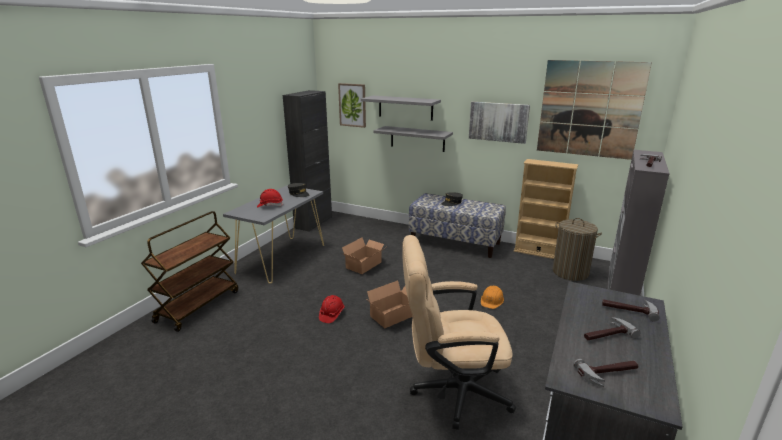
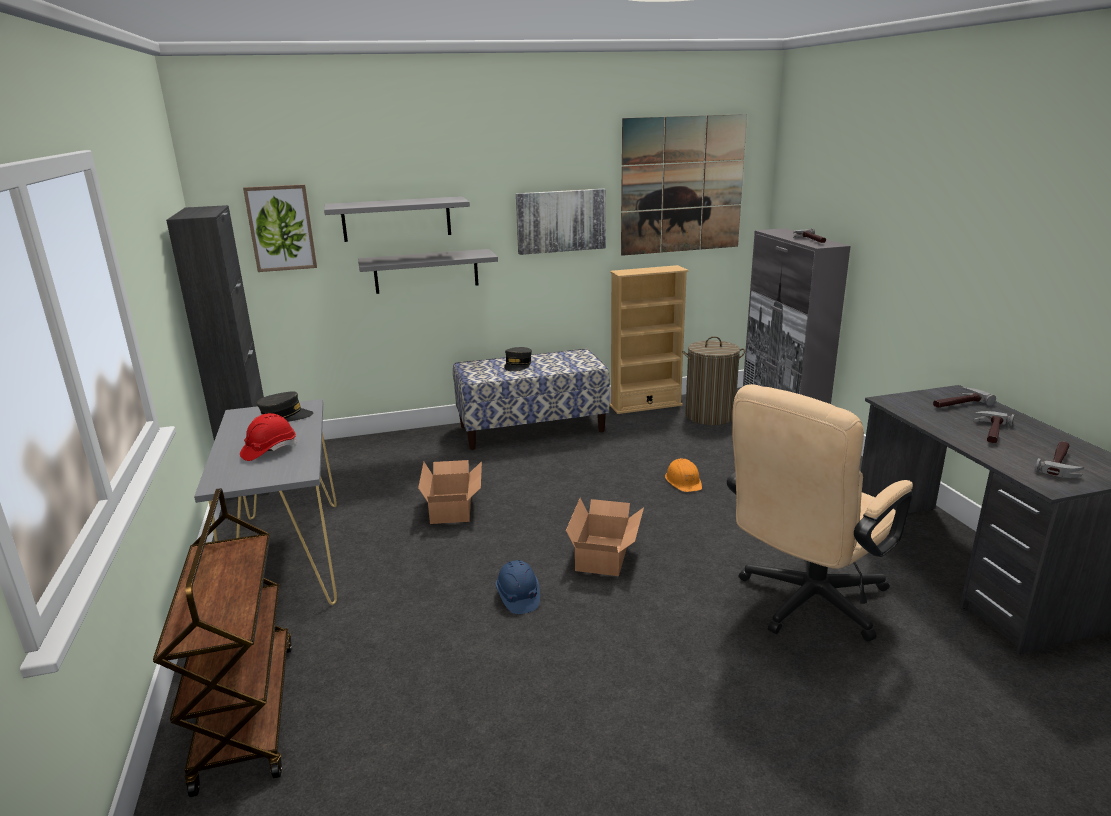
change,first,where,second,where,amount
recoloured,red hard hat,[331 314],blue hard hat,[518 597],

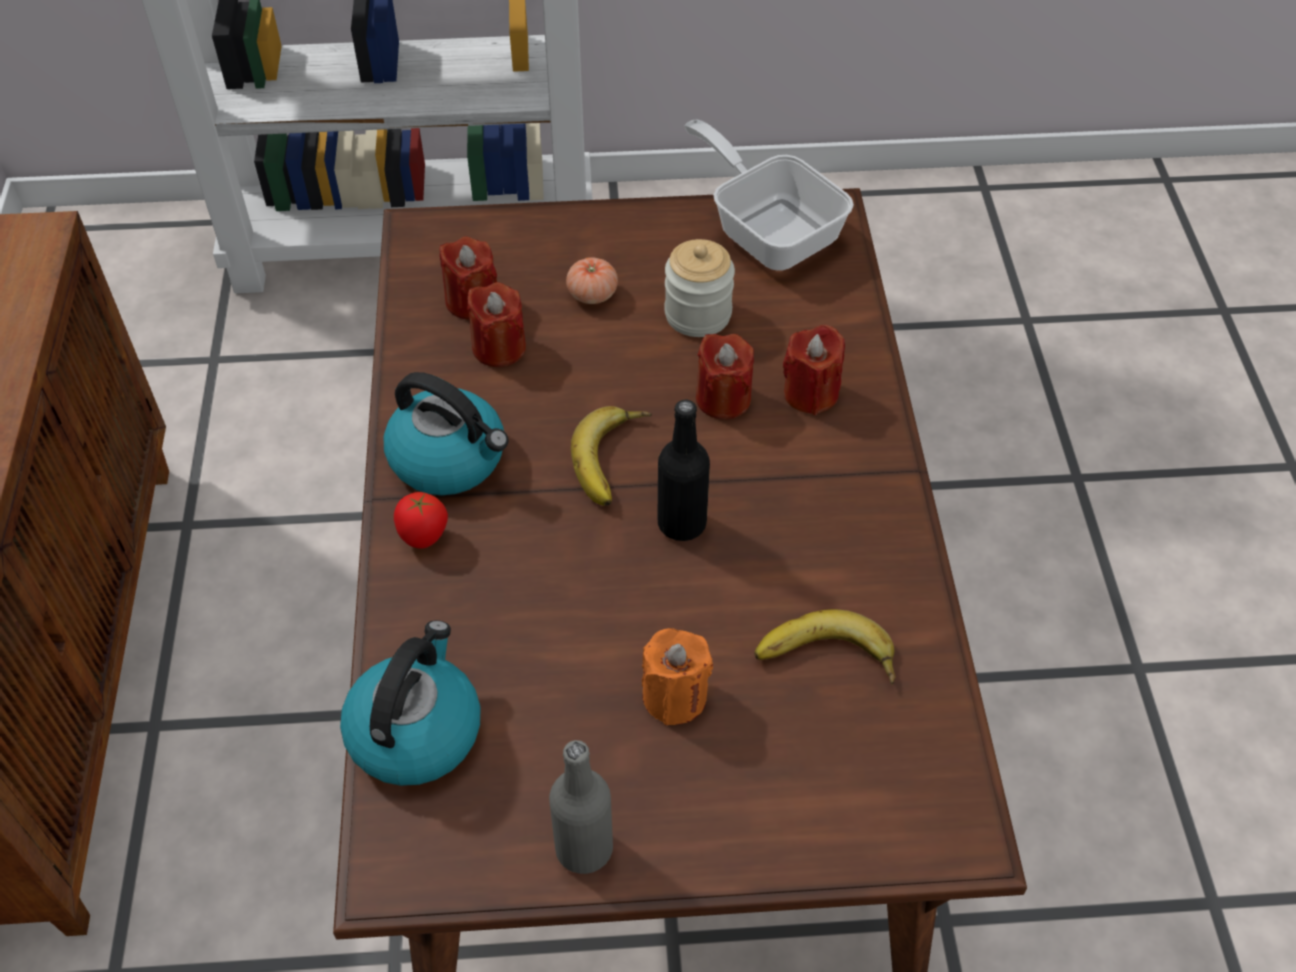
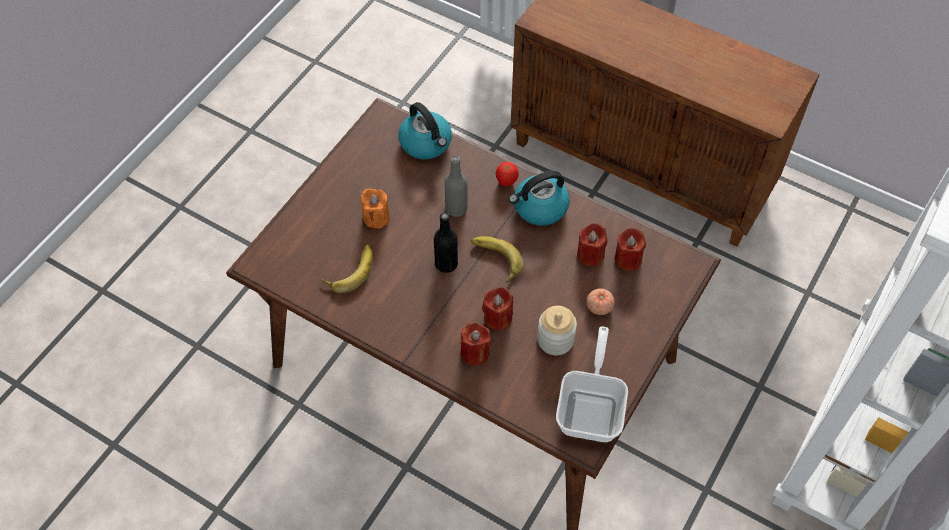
change,first,where,second,where,amount
moved,grey bottle,[584 848],,[456 208],
turned,frying pan,[768 229],,[592 407],75 degrees counterclockwise

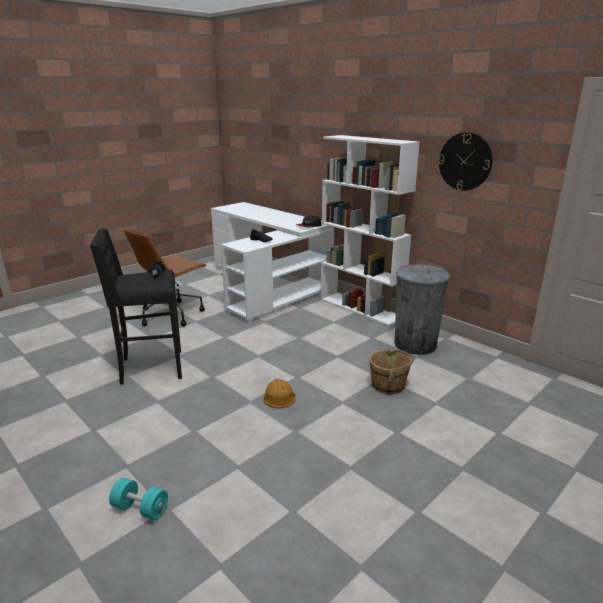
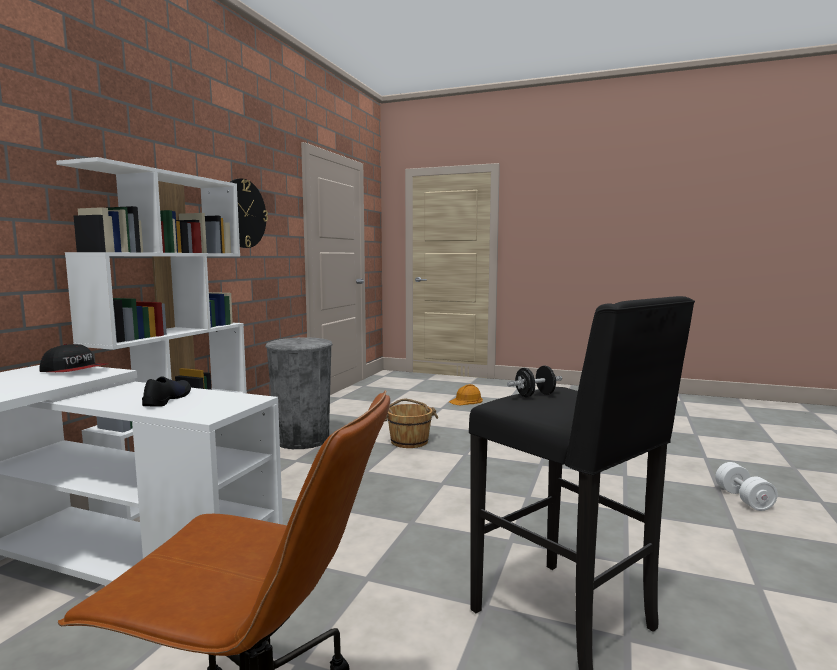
change,first,where,second,where,amount
recoloured,turquoise dumbbell,[140 509],white dumbbell,[743 499],
moved,orange hard hat,[278 396],,[466 401],

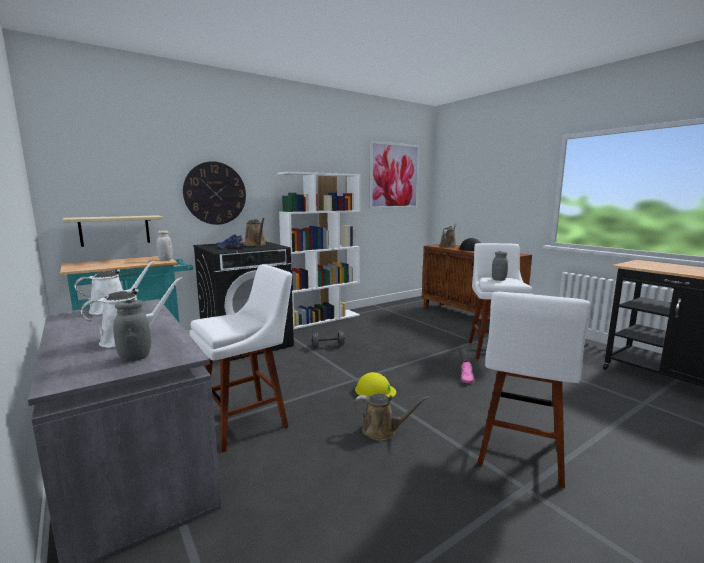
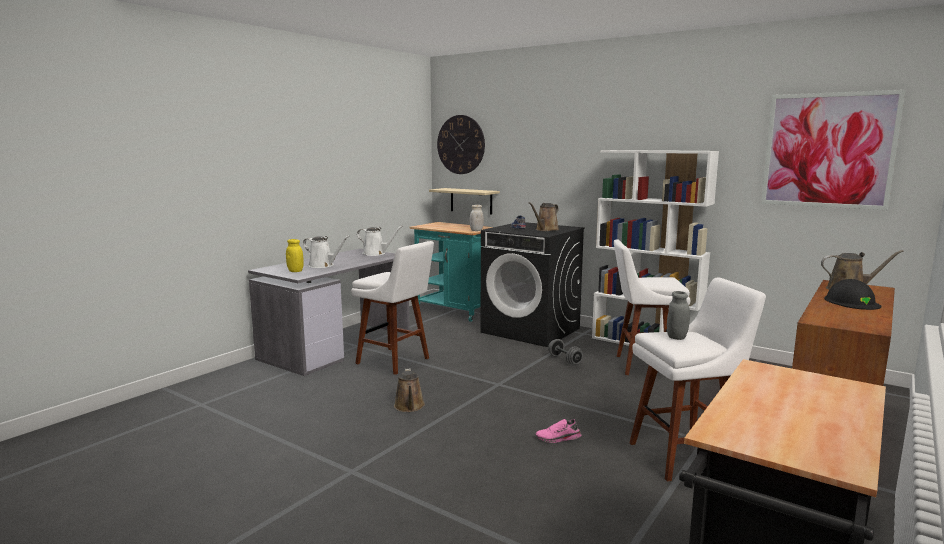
change,first,where,second,where,amount
recoloured,grey jar,[135 358],yellow jar,[295 271],
moved,wall clock,[215 193],,[461 144],
removed,yellow hard hat,[375 390],,,
moved,white stool,[520 456],,[643 365],

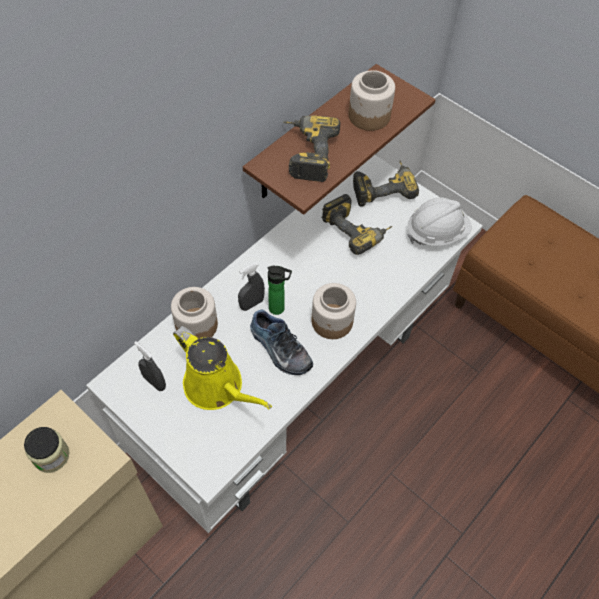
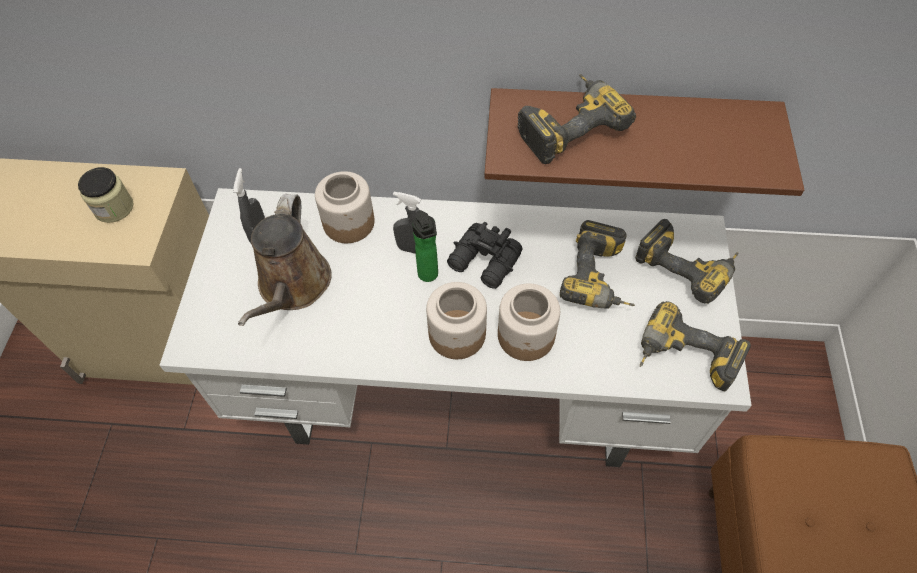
change,first,where,second,where,amount
recoloured,yellow watering can,[217 387],brown watering can,[292 286],
removed,shoe,[279 349],,,
moved,jar,[370 116],,[526 336],
replaced,white hard hat,[436 233],power drill,[683 361],
added,,,black binoculars,[485 263],

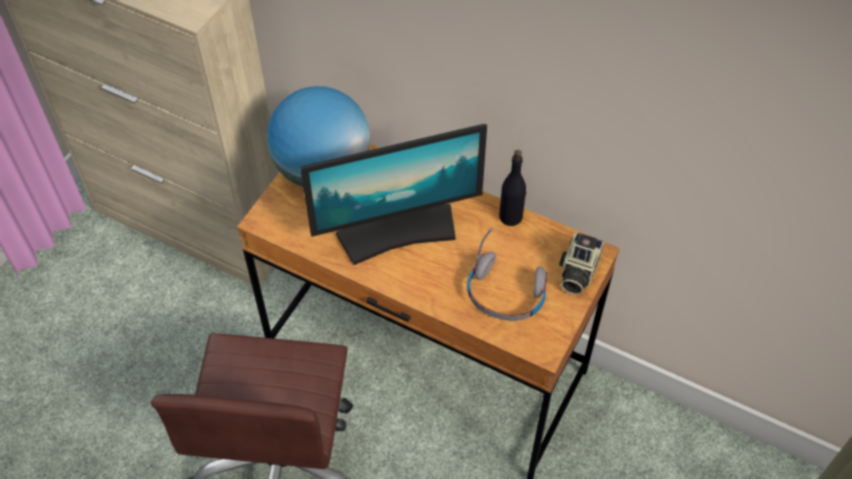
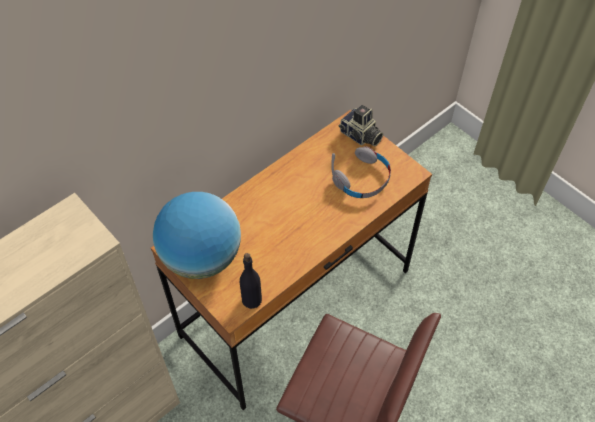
change,first,where,second,where,amount
removed,monitor,[397 231],,,
moved,black bottle,[511 216],,[251 299],

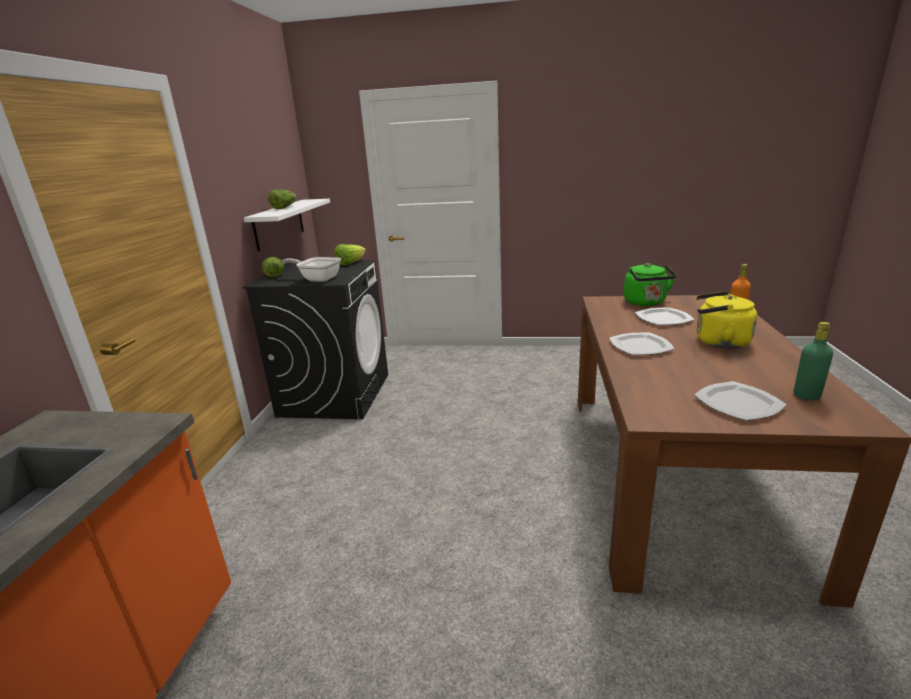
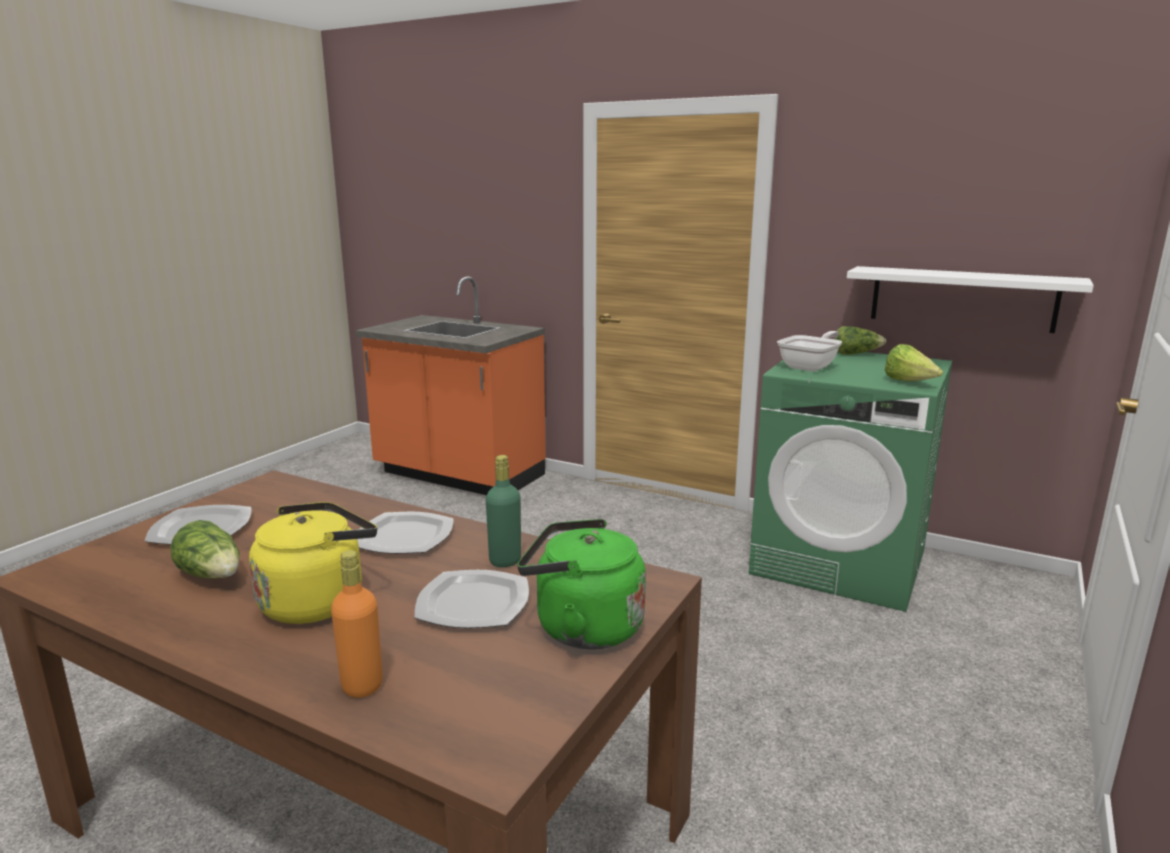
change,first,where,second,where,amount
recoloured,black washing machine,[335 394],green washing machine,[840 562],
moved,lettuce,[284 208],,[213 575],
moved,green bottle,[806 396],,[505 561],

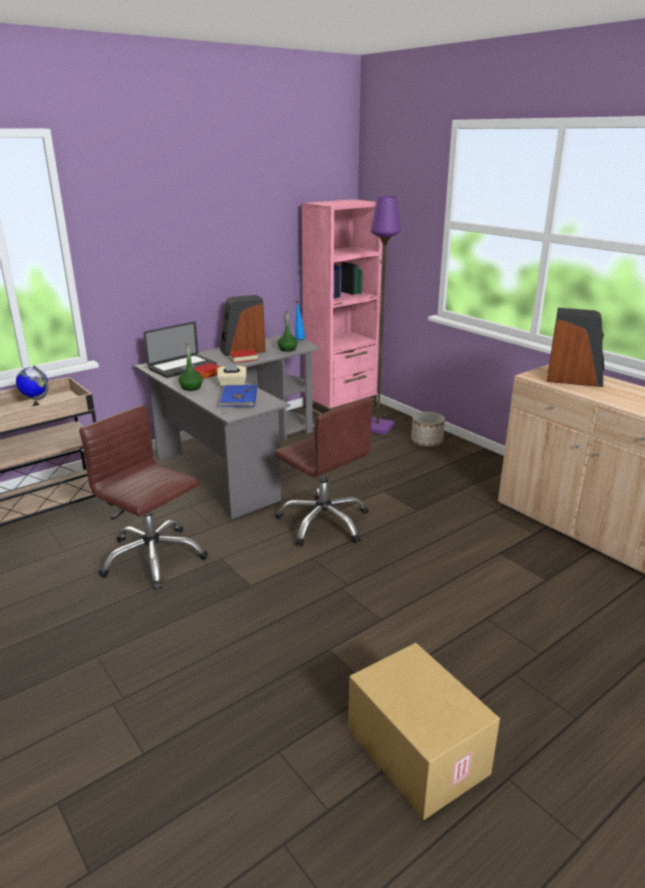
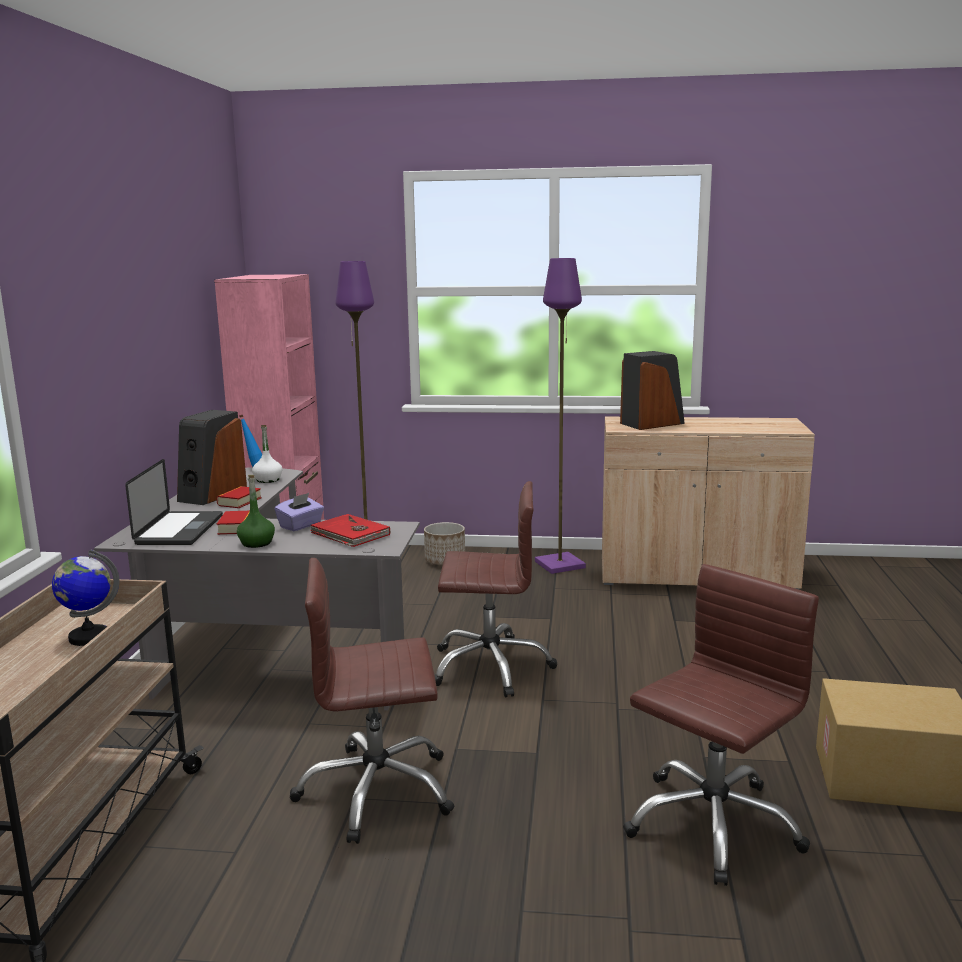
change,first,where,second,where,amount
recoloured,beige tissue box,[232 384],purple tissue box,[301 526],
recoloured,blue book,[238 398],red book,[349 534],
recoloured,green bottle,[287 349],white bottle,[268 480],
added,,,purple floor lamp,[560 564],
added,,,brown office chair,[712 824],

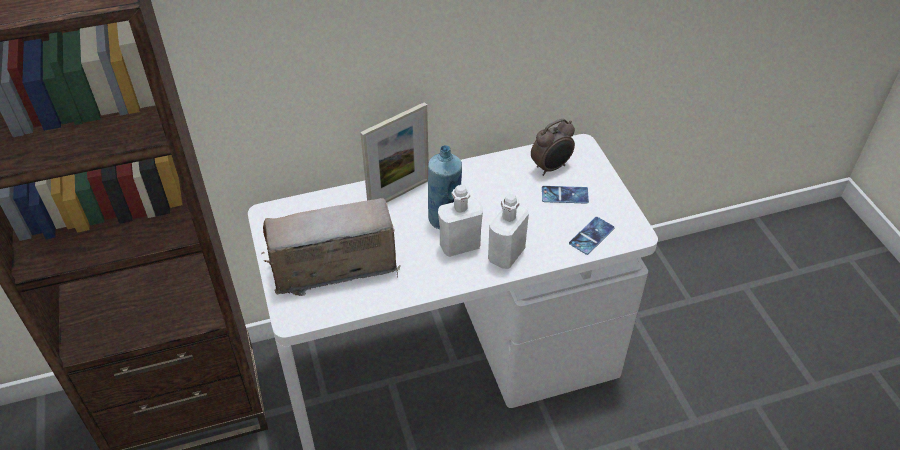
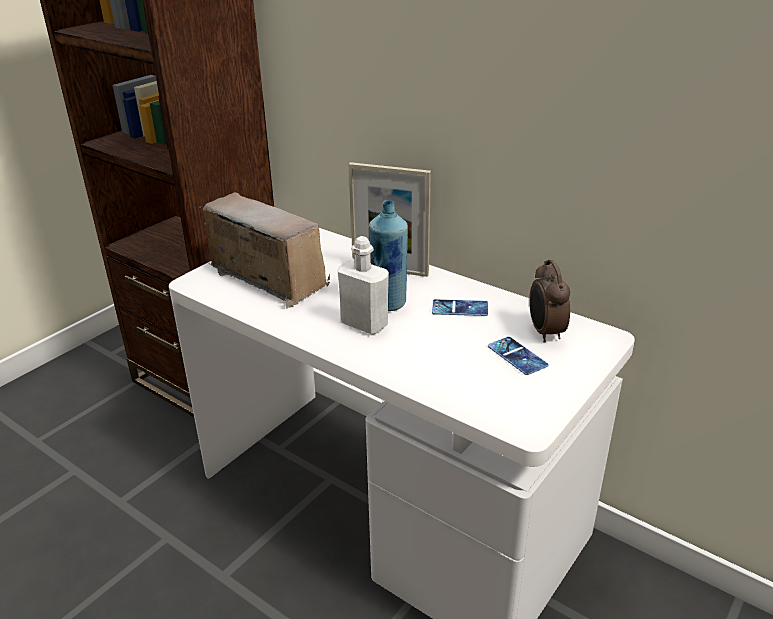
change,first,where,second,where,amount
removed,white bottle,[506 255],,,
turned,alarm clock,[551 168],,[544 332],60 degrees clockwise
moved,phone,[591 236],,[460 308],

